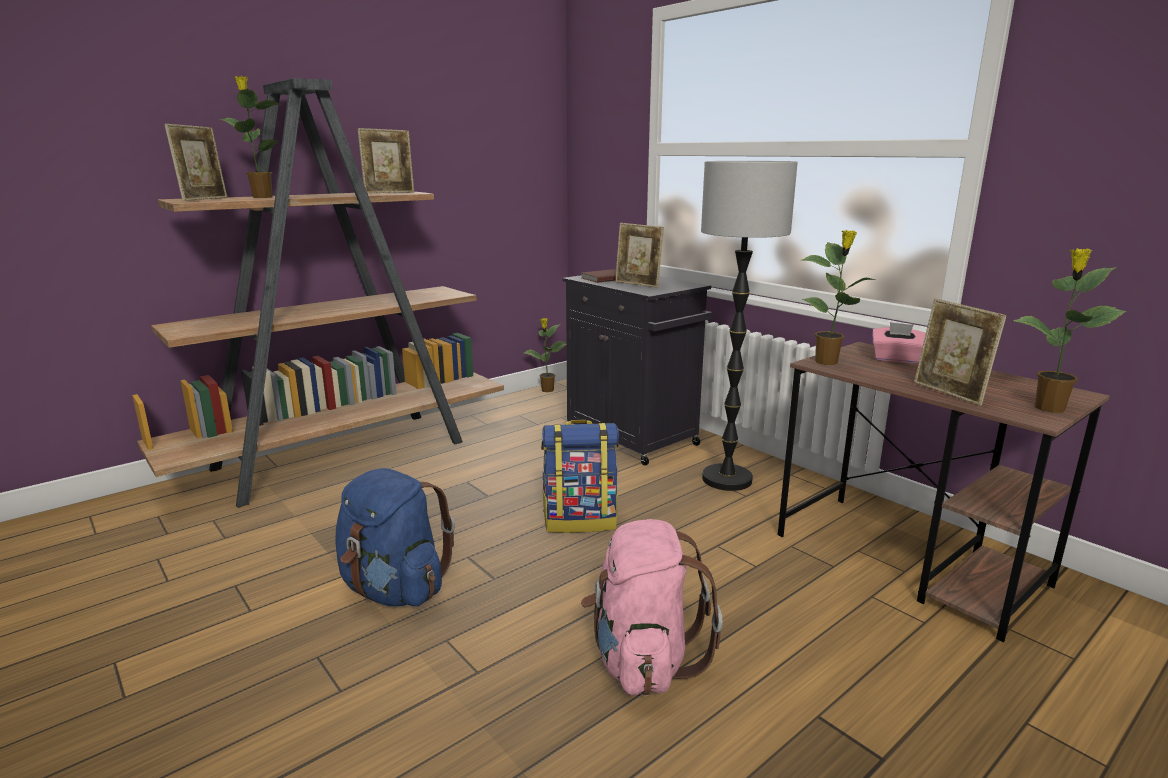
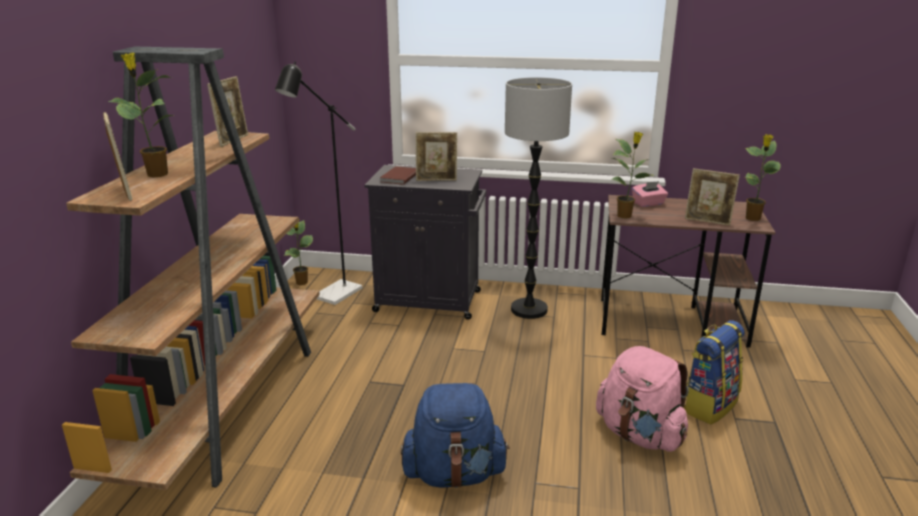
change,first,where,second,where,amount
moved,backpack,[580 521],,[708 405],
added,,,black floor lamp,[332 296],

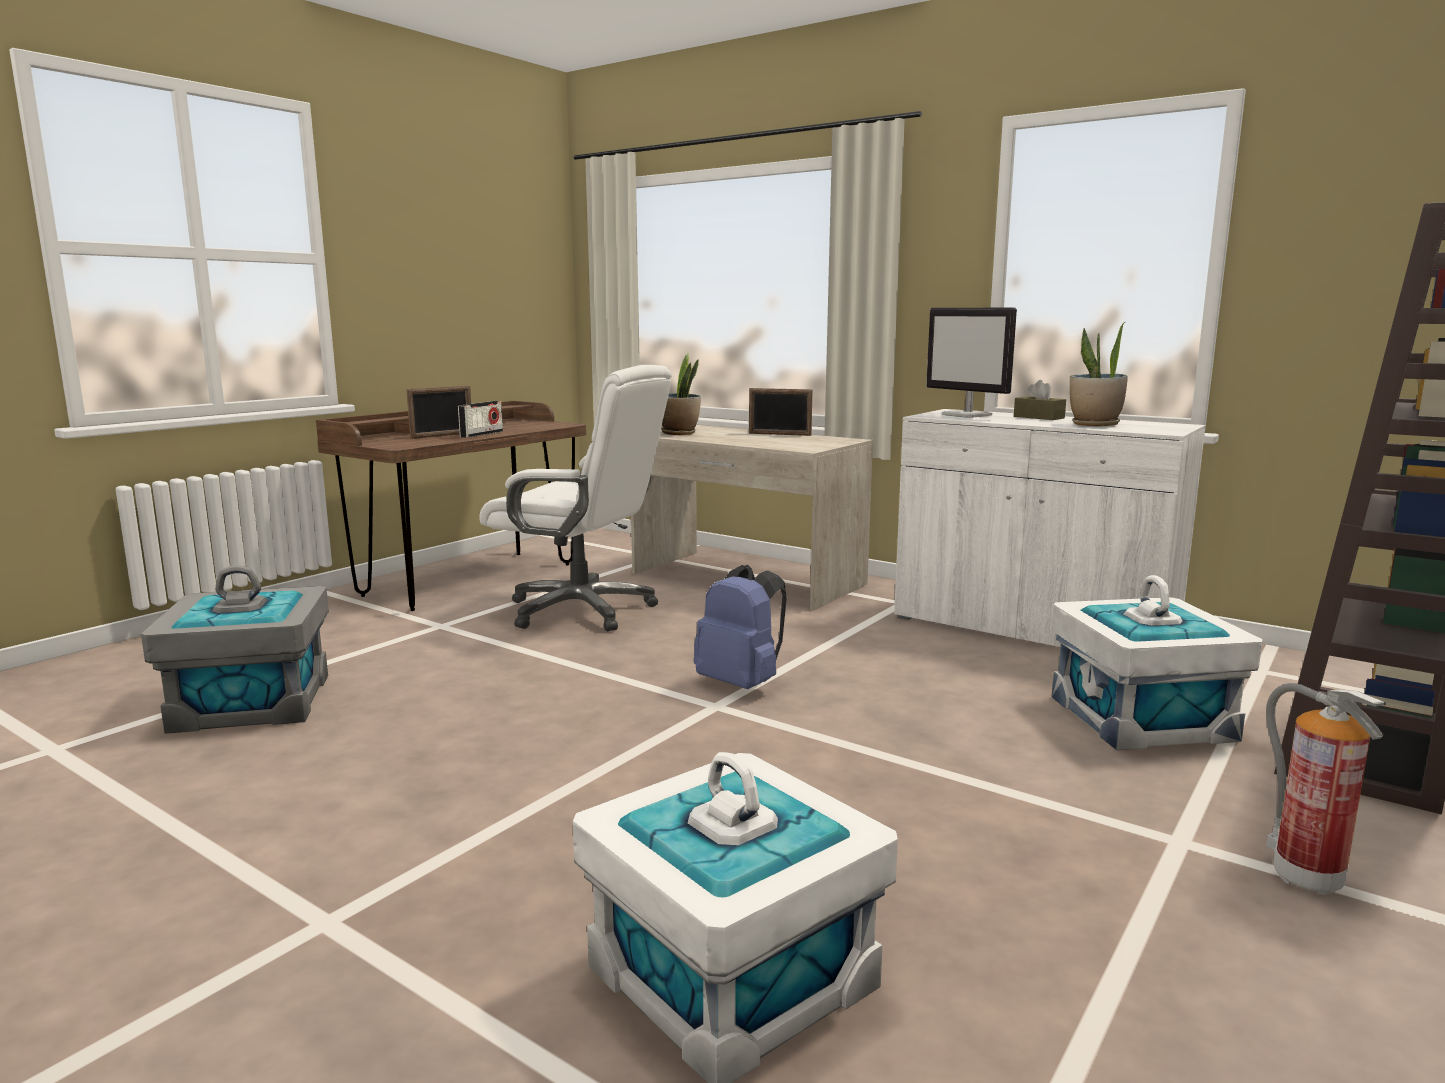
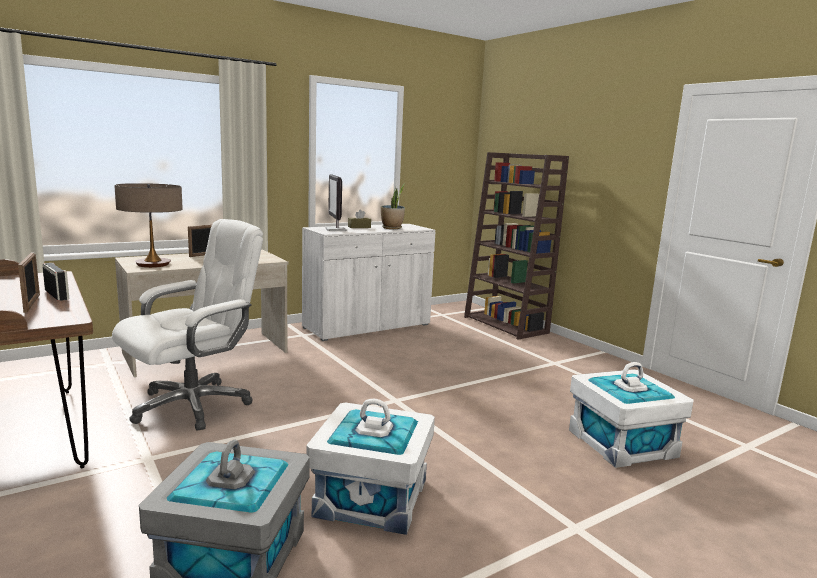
change,first,where,second,where,amount
replaced,potted plant,[679 433],table lamp,[153 264],
removed,blue backpack,[742 683],,,
turned,monitor,[968 415],,[336 230],90 degrees clockwise
moved,white storage box,[1142 718],,[372 497],
removed,fire extinguisher,[1304 877],,,

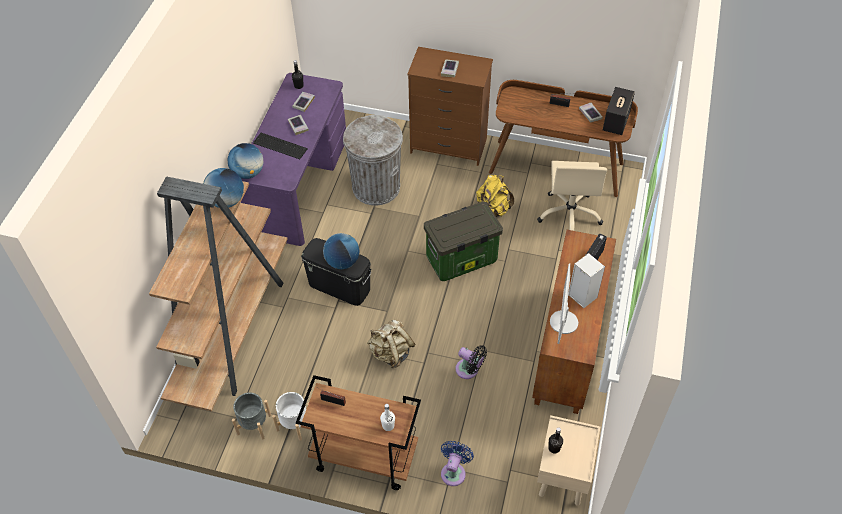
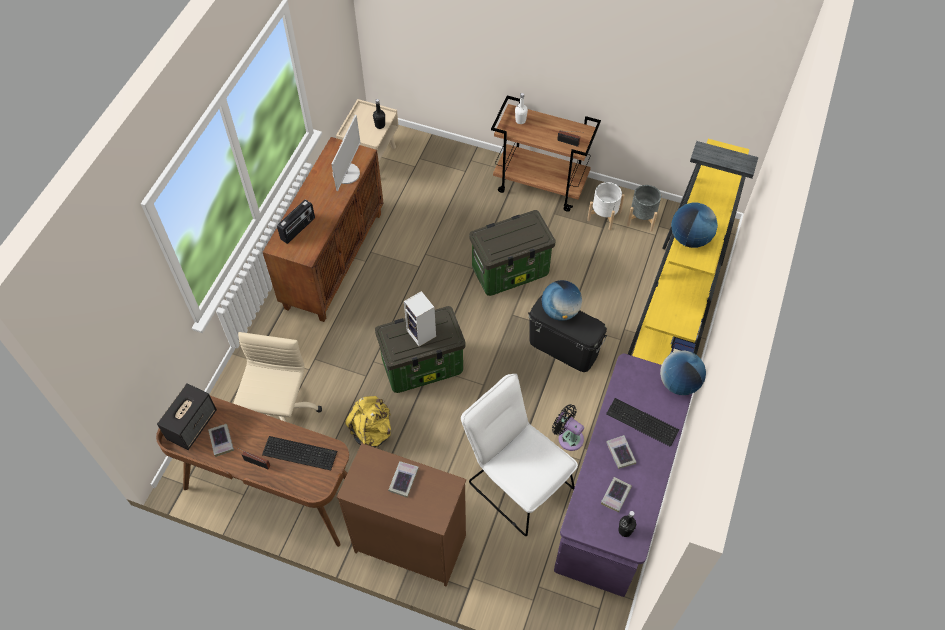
change,first,where,second,where,amount
recoloured,brown bookcase,[232 328],yellow bookcase,[676 310],
replaced,grey trash can,[376 187],white chair,[516 481],
replaced,beige backpack,[391 353],storage box,[510 271],
removed,blue fan,[454 471],,,
moved,black fan,[469 370],,[568 437],
moved,speaker,[581 296],,[422 334],
added,,,keyboard,[299 452],

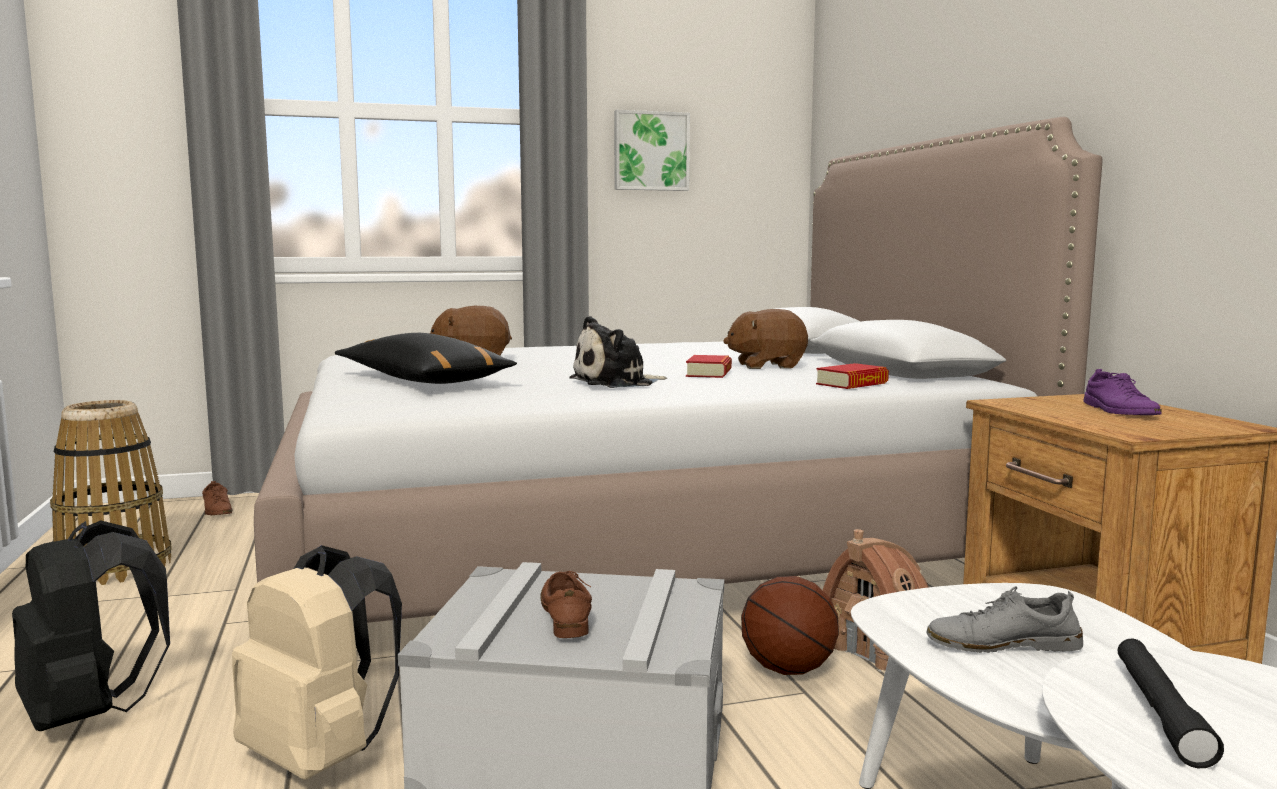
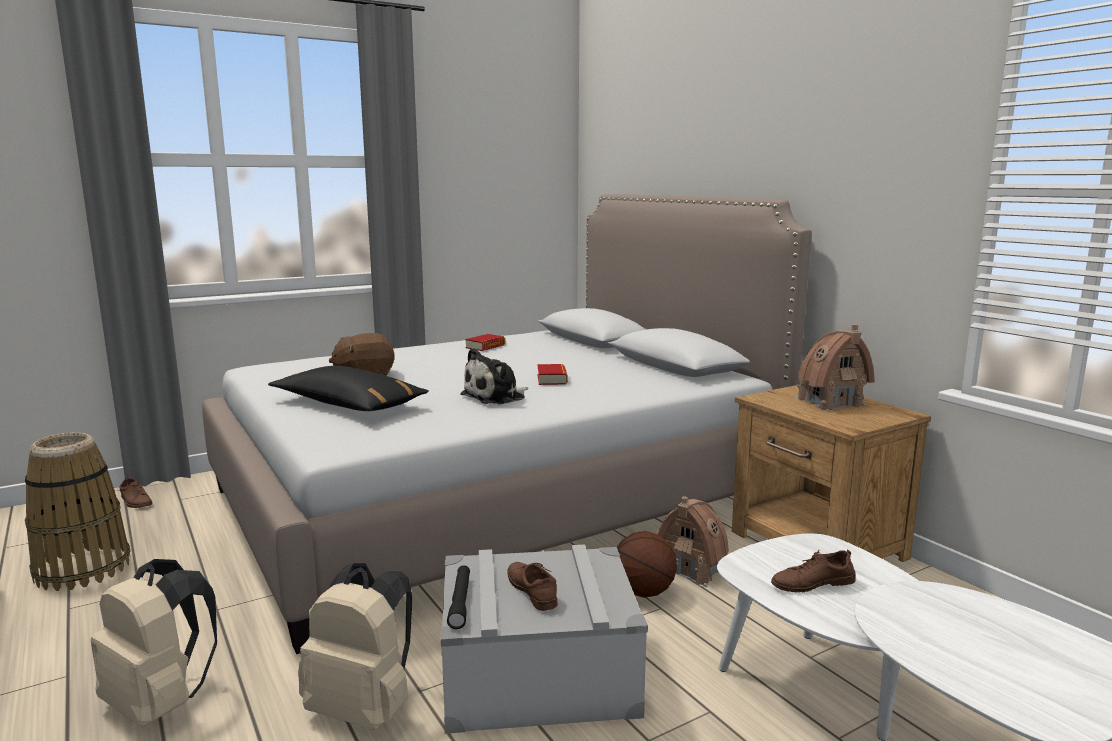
change,first,where,second,where,amount
recoloured,black backpack,[89 713],beige backpack,[161 703],
removed,picture,[650 151],,,
removed,brown plush toy,[766 366],,,
moved,book,[852 384],,[485 346],
recoloured,grey shoe,[1003 643],brown shoe,[812 583],
replaced,purple shoe,[1119 411],toy house,[830 402],
moved,black flashlight,[1160 712],,[460 602],

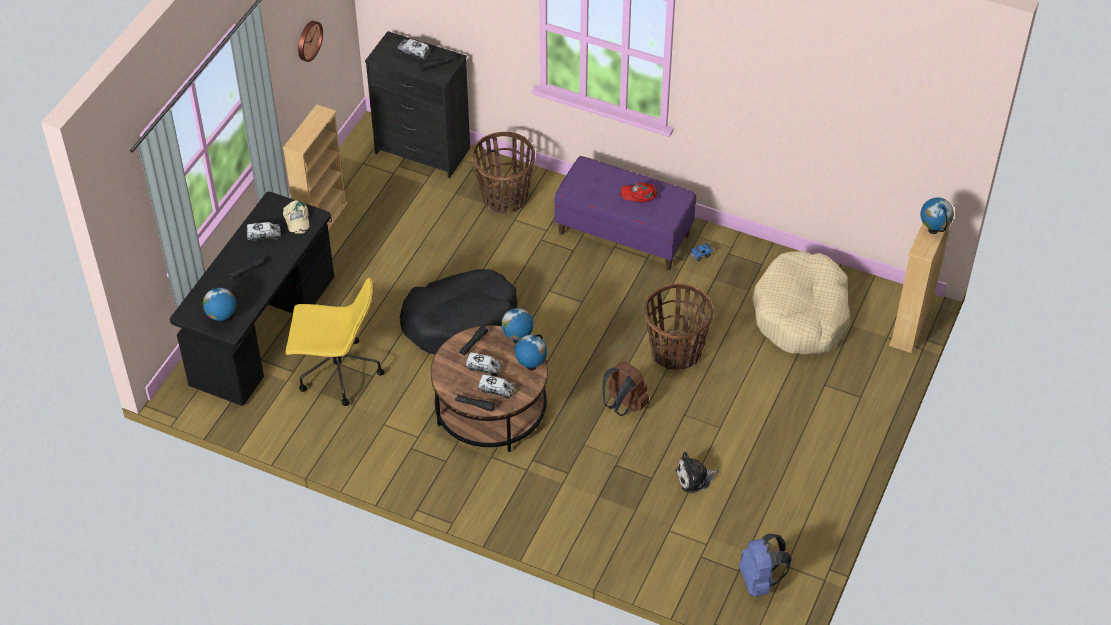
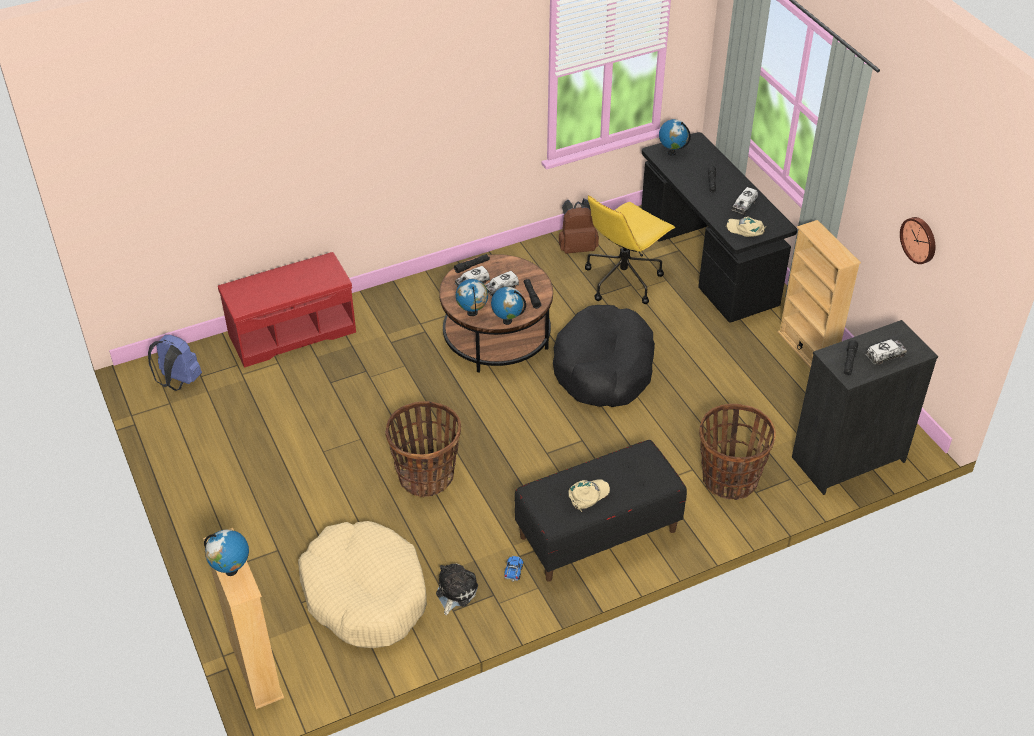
change,first,where,second,where,amount
recoloured,purple bench,[624 234],black bench,[598 534],
moved,brown backpack,[623 405],,[577 247],
recoloured,red cap,[639 194],beige cap,[588 495],
moved,plush toy,[695 478],,[455 592],
added,,,red bench,[293 332],

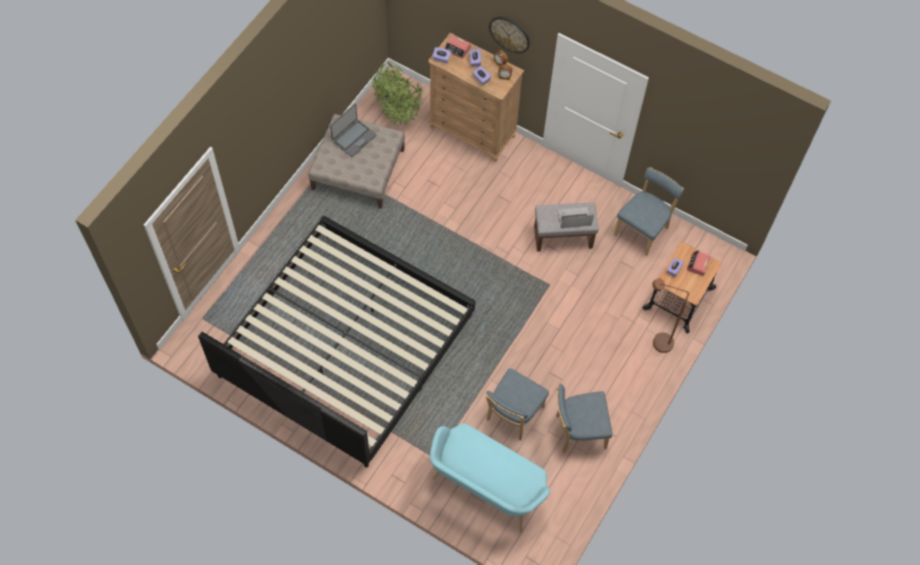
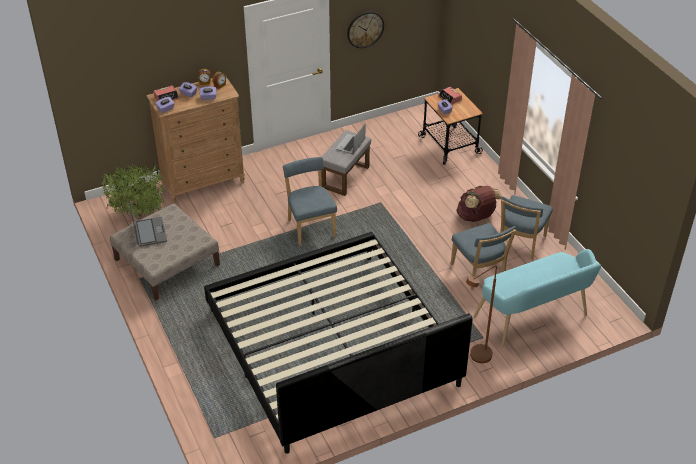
change,first,where,second,where,amount
moved,wall clock,[509 34],,[365 29],
moved,blue chair,[643 230],,[310 227],
moved,brown floor lamp,[657 341],,[476 358],
added,,,brown backpack,[476 217],

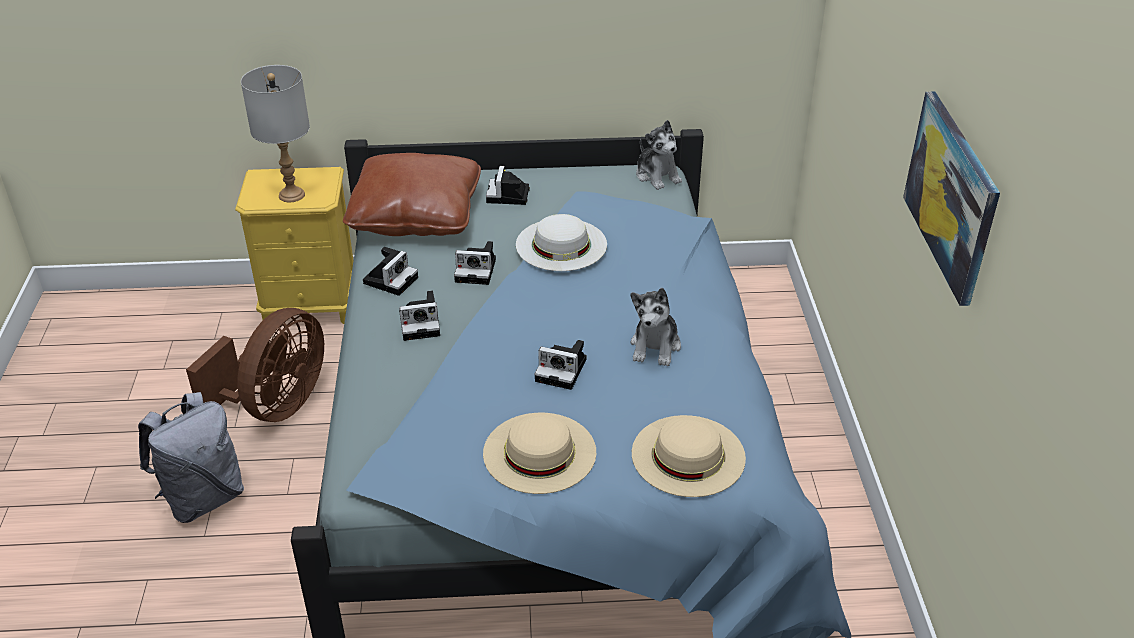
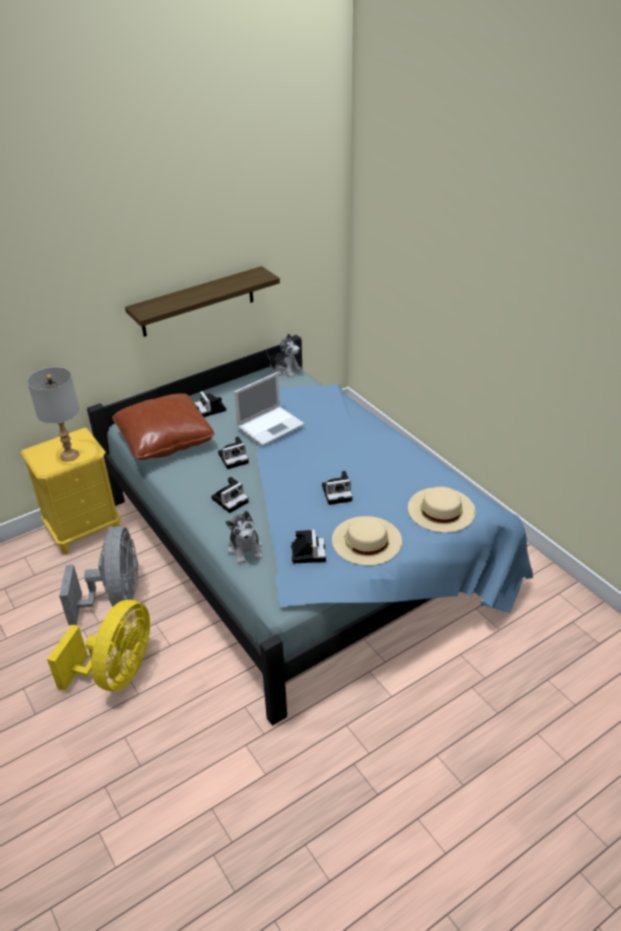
change,first,where,second,where,amount
replaced,grey backpack,[203 498],yellow fan,[117 672],
recoloured,brown fan,[276 406],grey fan,[115 598],
moved,photo camera,[391 279],,[308 552],
replaced,white hat,[561 244],laptop,[271 425],
moved,plush toy,[655 346],,[245 548],
removed,picture,[952 195],,,
added,,,shelf,[198 302],

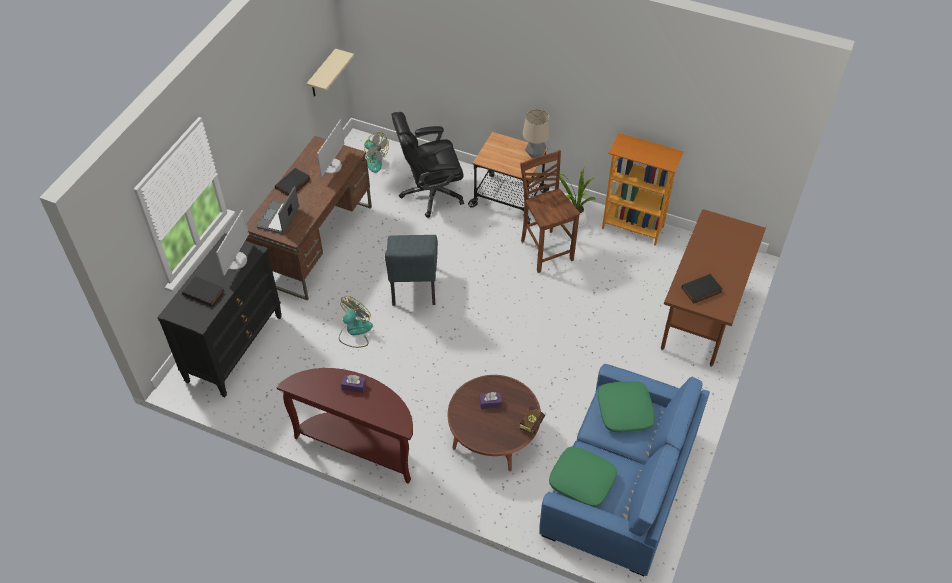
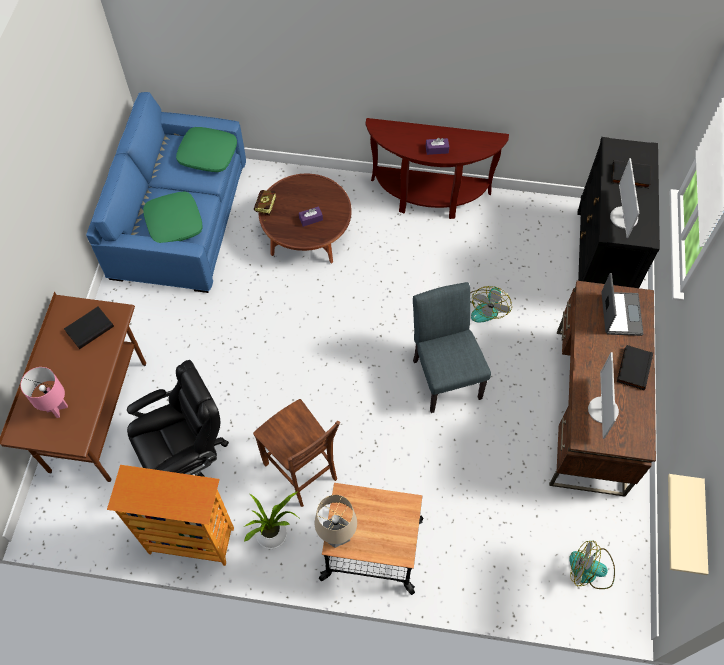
change,first,where,second,where,amount
moved,black office chair,[431 193],,[187 459],
added,,,pink table lamp,[57 409],

